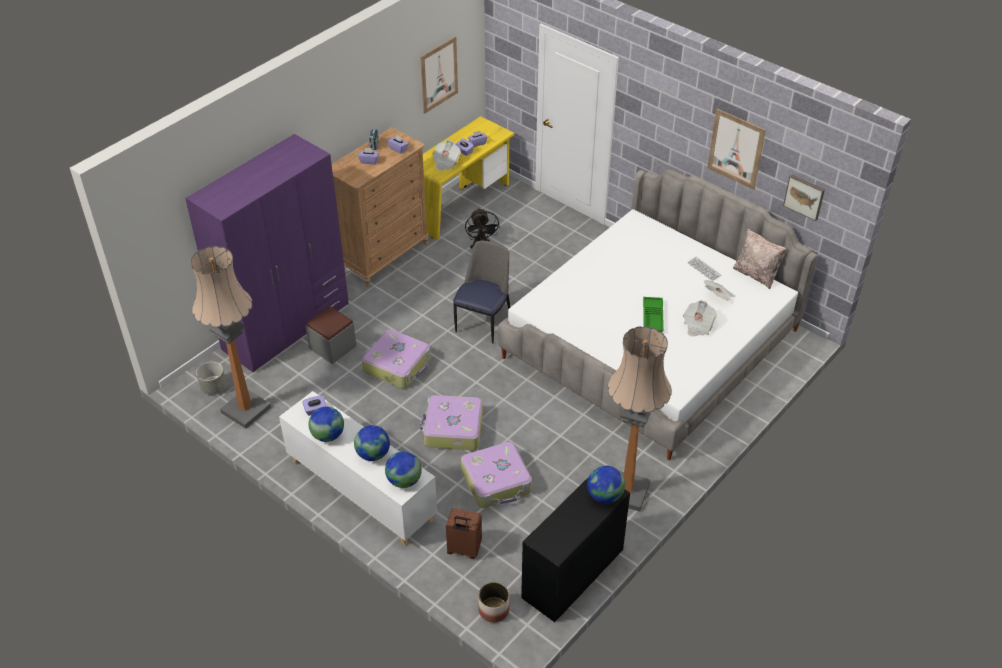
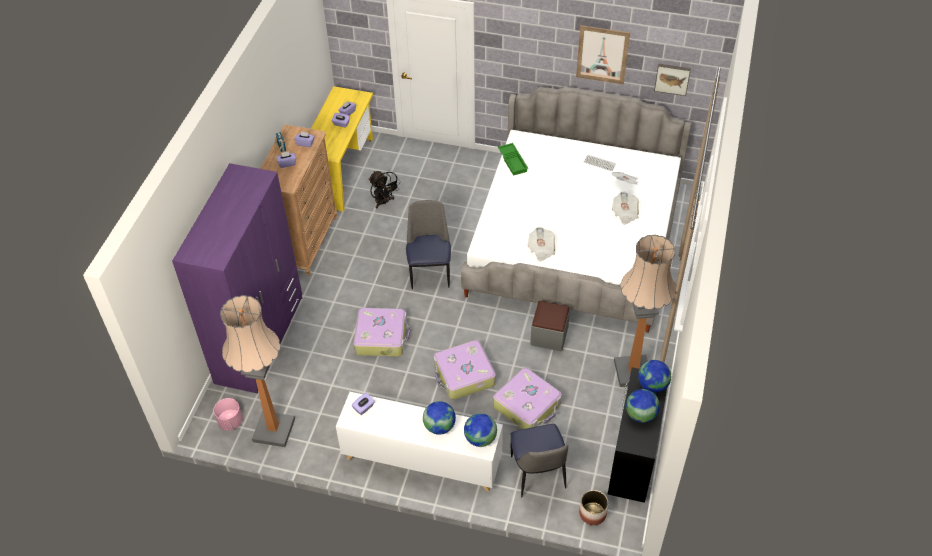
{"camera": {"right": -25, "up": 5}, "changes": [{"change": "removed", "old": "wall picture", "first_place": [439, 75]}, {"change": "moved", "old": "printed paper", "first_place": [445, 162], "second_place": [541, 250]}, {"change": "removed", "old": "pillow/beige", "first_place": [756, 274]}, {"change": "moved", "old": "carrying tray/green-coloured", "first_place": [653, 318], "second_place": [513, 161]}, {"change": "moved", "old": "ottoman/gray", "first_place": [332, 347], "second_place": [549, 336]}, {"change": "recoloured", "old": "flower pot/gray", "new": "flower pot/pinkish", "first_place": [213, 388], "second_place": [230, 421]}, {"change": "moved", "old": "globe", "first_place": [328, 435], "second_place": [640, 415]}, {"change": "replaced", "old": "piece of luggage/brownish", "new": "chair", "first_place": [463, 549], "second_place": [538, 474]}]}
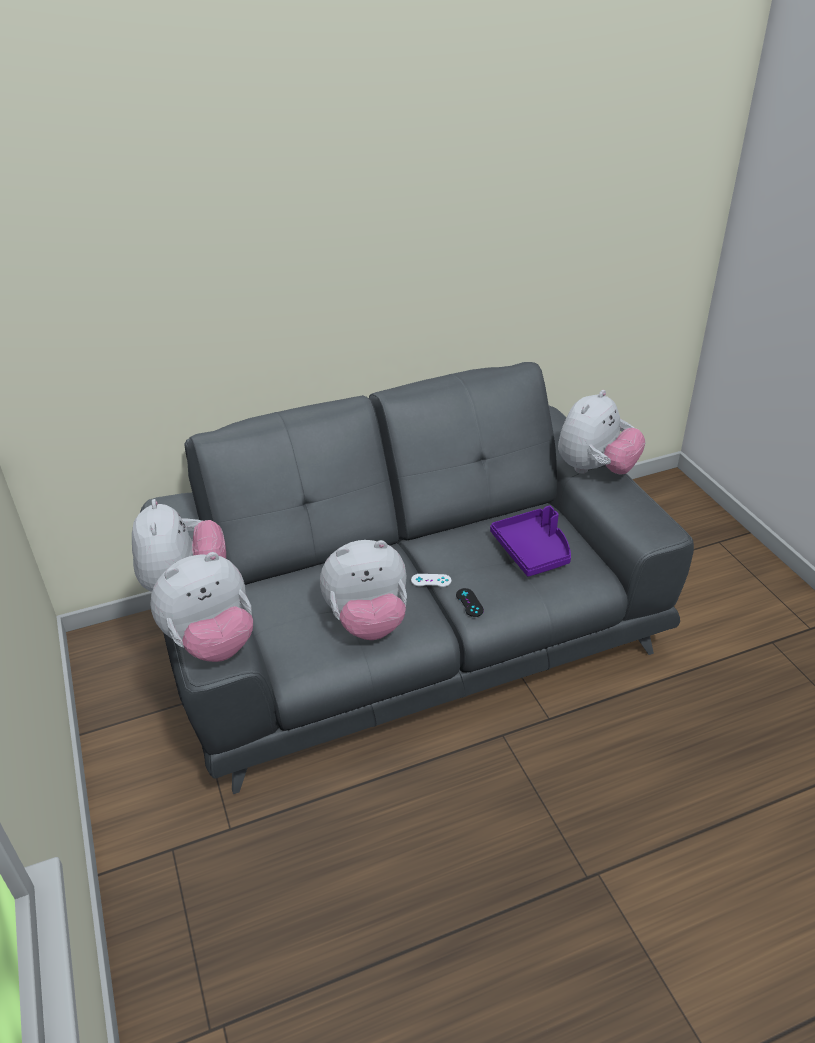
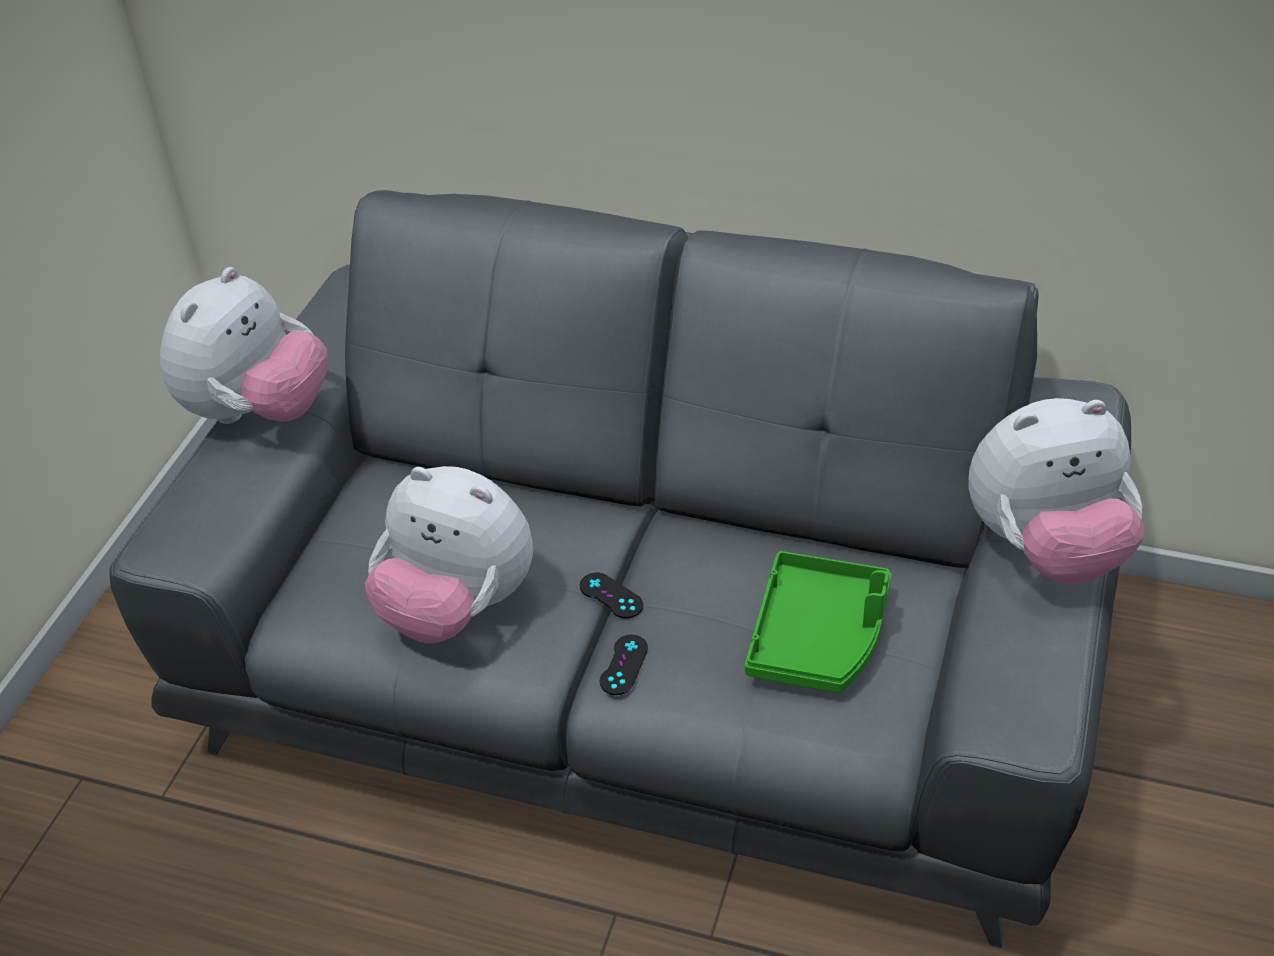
{"camera": {"right": 40, "up": 5}, "changes": [{"change": "recoloured", "old": "carrying tray/purple-coloured", "new": "carrying tray/green-coloured", "first_place": [533, 550], "second_place": [819, 637]}, {"change": "removed", "old": "cuddly toy", "first_place": [212, 643]}, {"change": "recoloured", "old": "gamepad/whitish", "new": "gamepad/black-coloured", "first_place": [431, 580], "second_place": [611, 596]}]}
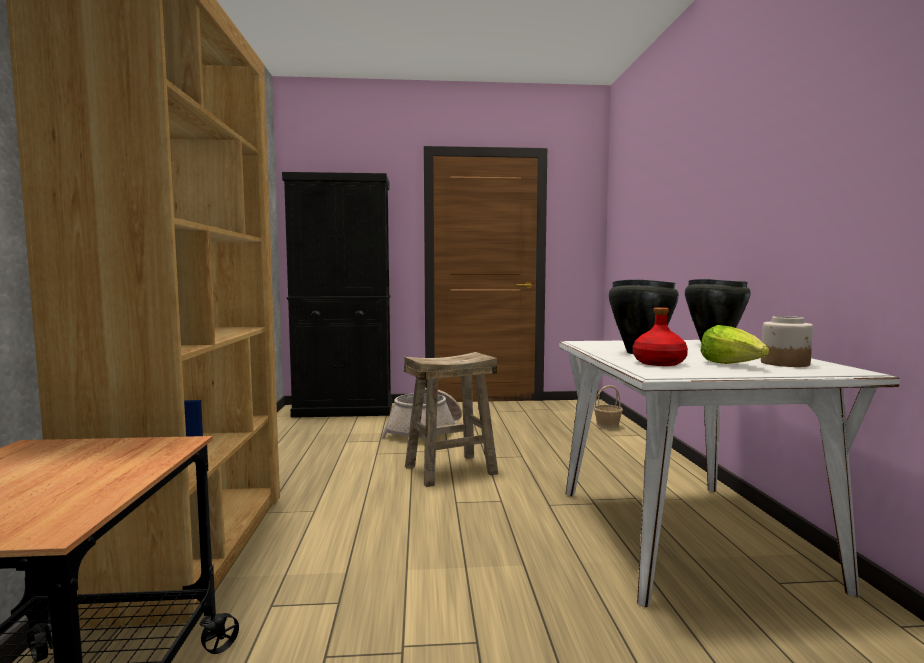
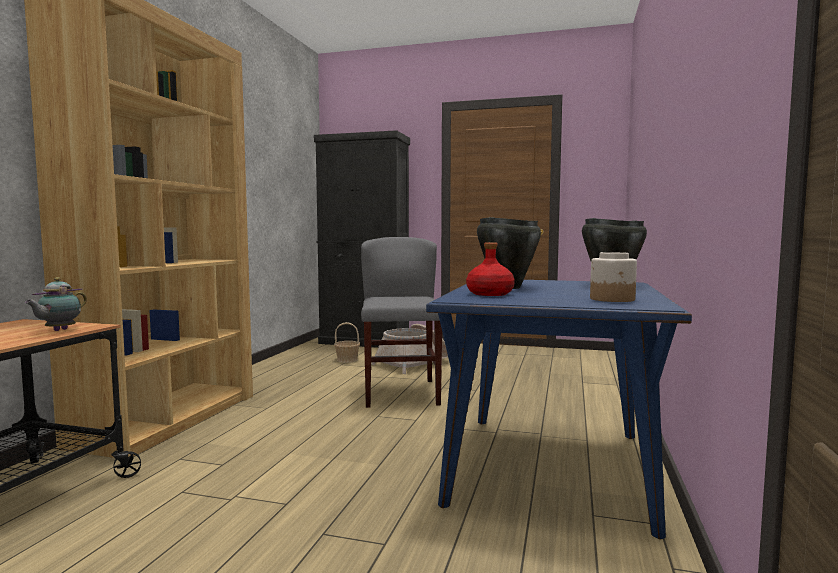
{"camera": {"right": 20, "up": 0}, "changes": [{"change": "removed", "old": "lettuce", "first_place": [732, 364]}, {"change": "recoloured", "old": "dining table/whitish", "new": "dining table/blue-coloured", "first_place": [685, 535], "second_place": [550, 467]}, {"change": "replaced", "old": "sitting stool/beige", "new": "chair/gray", "first_place": [450, 470], "second_place": [401, 393]}, {"change": "moved", "old": "storage basket", "first_place": [607, 426], "second_place": [347, 360]}, {"change": "added", "new": "pot for tea", "second_place": [58, 330]}]}
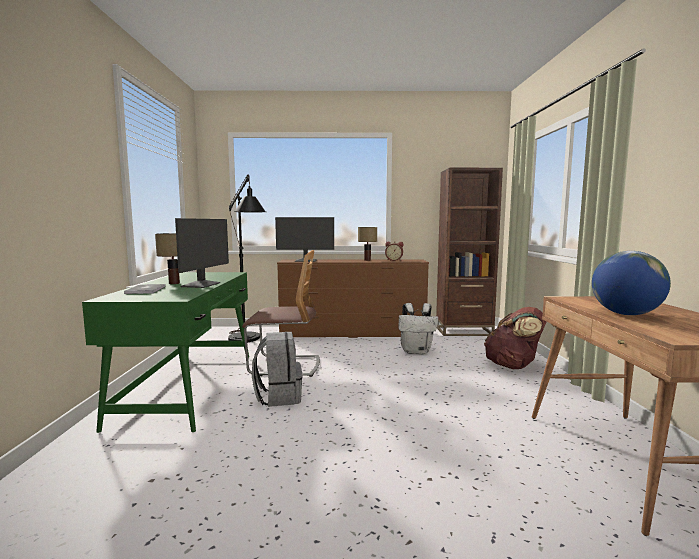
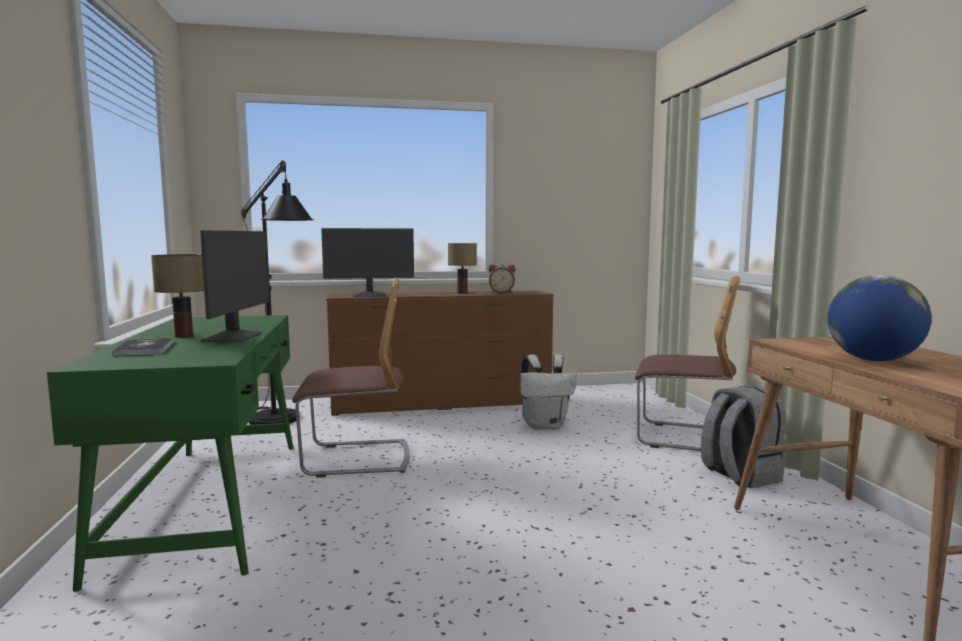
{"camera": {"right": -10, "up": 0}, "changes": [{"change": "removed", "old": "shelving unit/brownish", "first_place": [463, 331]}, {"change": "replaced", "old": "knapsack/brownish", "new": "chair", "first_place": [513, 366], "second_place": [684, 438]}, {"change": "moved", "old": "knapsack/gray", "first_place": [278, 396], "second_place": [739, 475]}]}
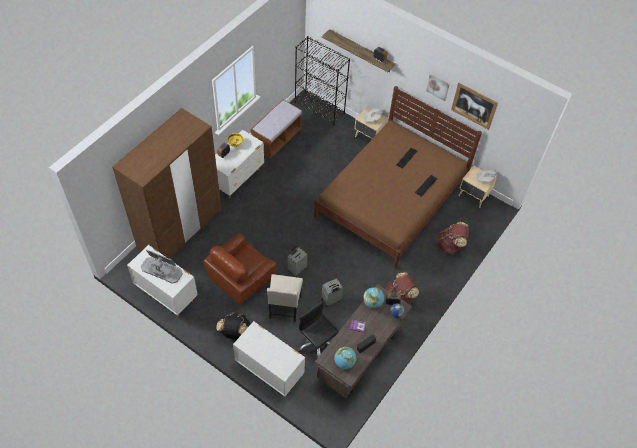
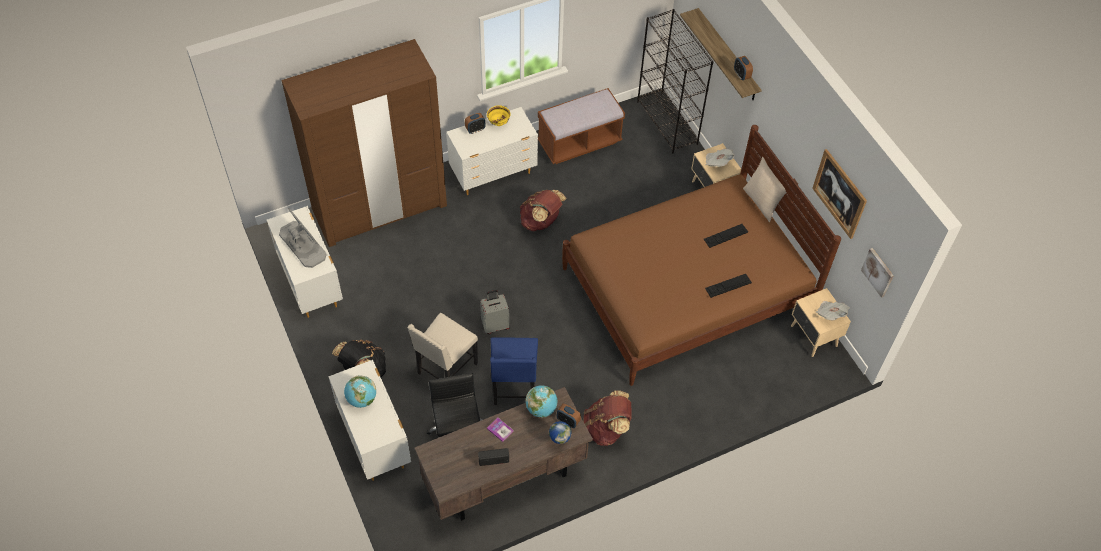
{"camera": {"right": 30, "up": 0}, "changes": [{"change": "moved", "old": "wall picture", "first_place": [438, 87], "second_place": [878, 272]}, {"change": "moved", "old": "knapsack/brownish", "first_place": [450, 245], "second_place": [541, 222]}, {"change": "removed", "old": "armchair/brownish", "first_place": [241, 279]}, {"change": "replaced", "old": "piece of luggage/gray", "new": "chair/blue-coloured", "first_place": [331, 300], "second_place": [514, 387]}, {"change": "moved", "old": "globe", "first_place": [344, 362], "second_place": [362, 399]}, {"change": "added", "new": "pillow/beige", "second_place": [762, 202]}]}
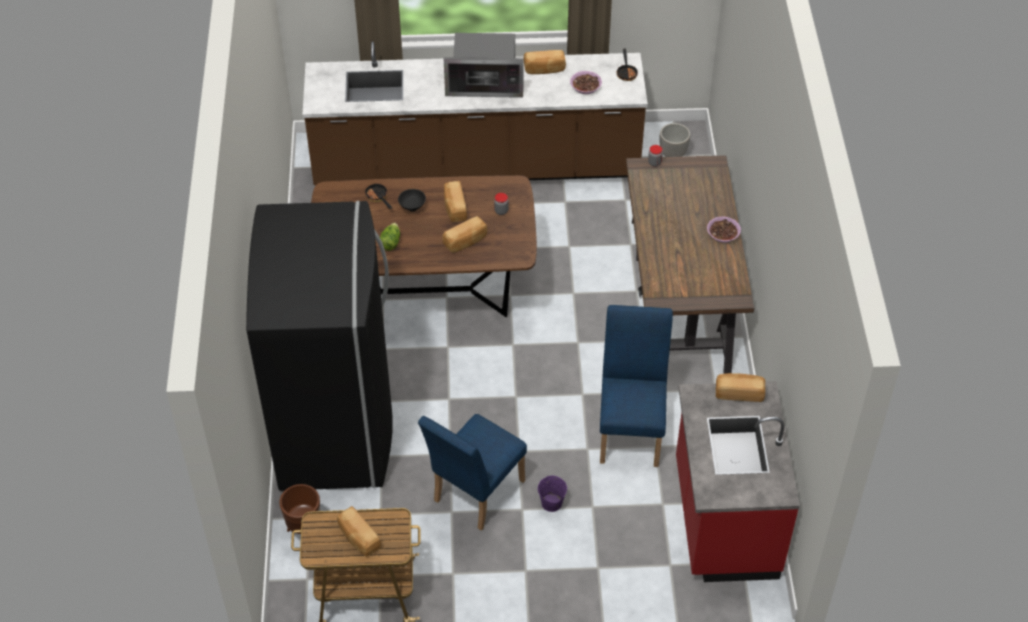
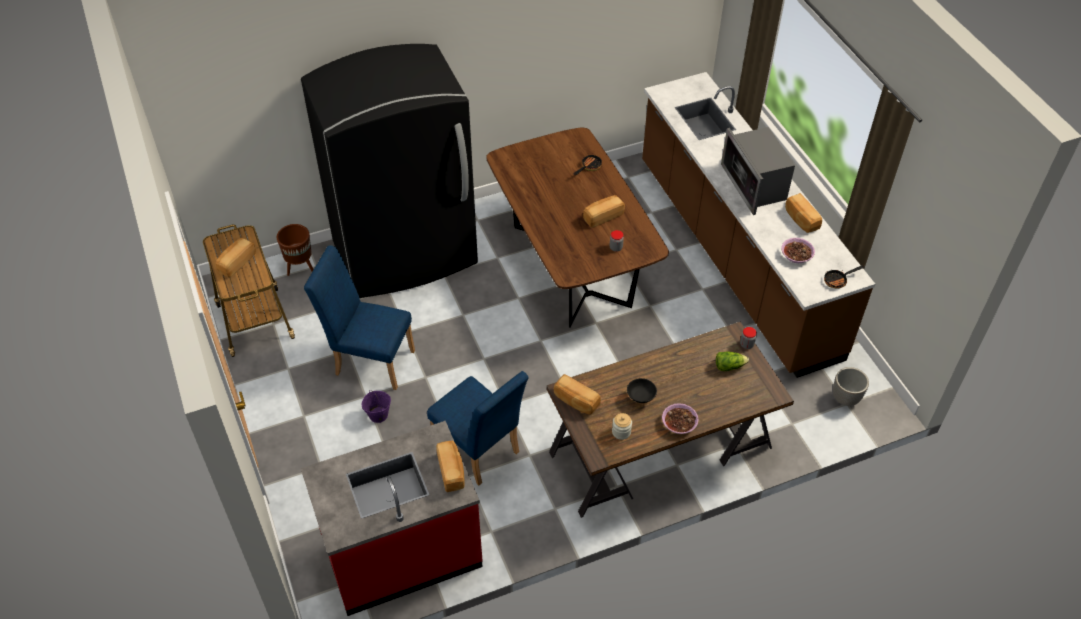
{"camera": {"right": 70, "up": 0}, "changes": [{"change": "moved", "old": "deep dish/black-coloured", "first_place": [412, 208], "second_place": [640, 397]}, {"change": "moved", "old": "bakery bread", "first_place": [465, 241], "second_place": [576, 401]}, {"change": "moved", "old": "lettuce", "first_place": [390, 242], "second_place": [729, 366]}, {"change": "turned", "old": "chair/blue-coloured", "first_place": [631, 429], "second_place": [480, 452], "degrees": 60}, {"change": "added", "new": "preserve jar", "second_place": [621, 432]}]}
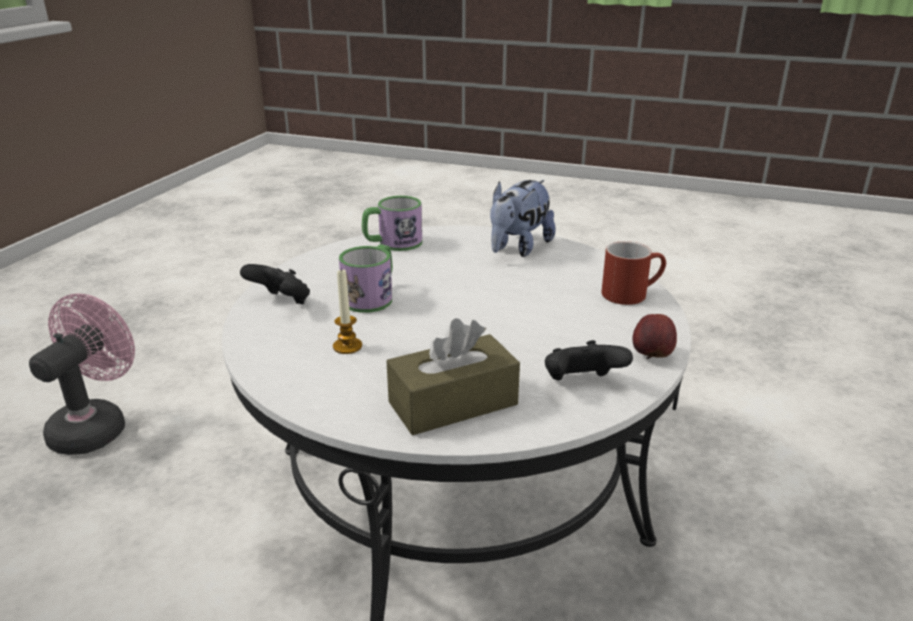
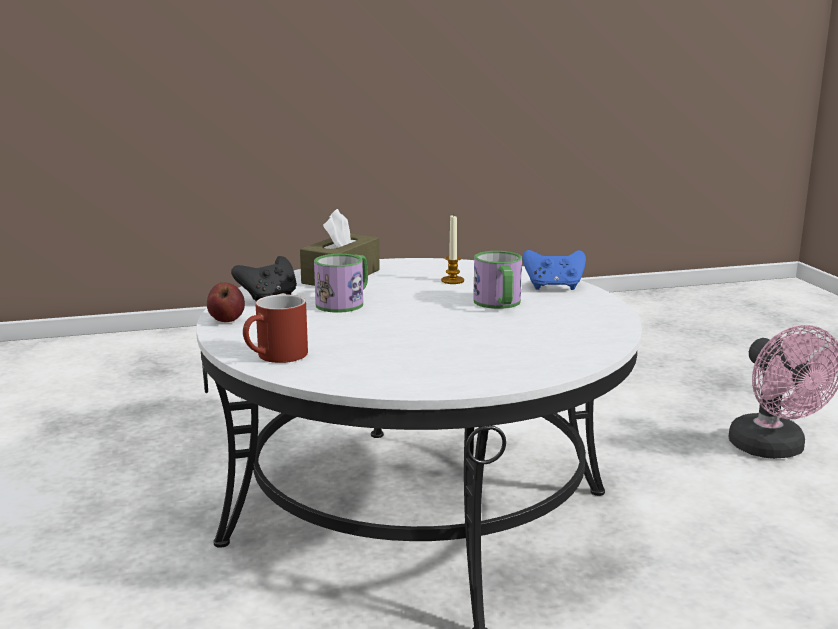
{"camera": {"right": 145, "up": -10}, "changes": [{"change": "removed", "old": "cuddly toy", "first_place": [518, 248]}, {"change": "moved", "old": "coffee mug", "first_place": [392, 243], "second_place": [345, 302]}, {"change": "recoloured", "old": "gamepad/black-coloured", "new": "gamepad/blue-coloured", "first_place": [281, 302], "second_place": [553, 287]}]}
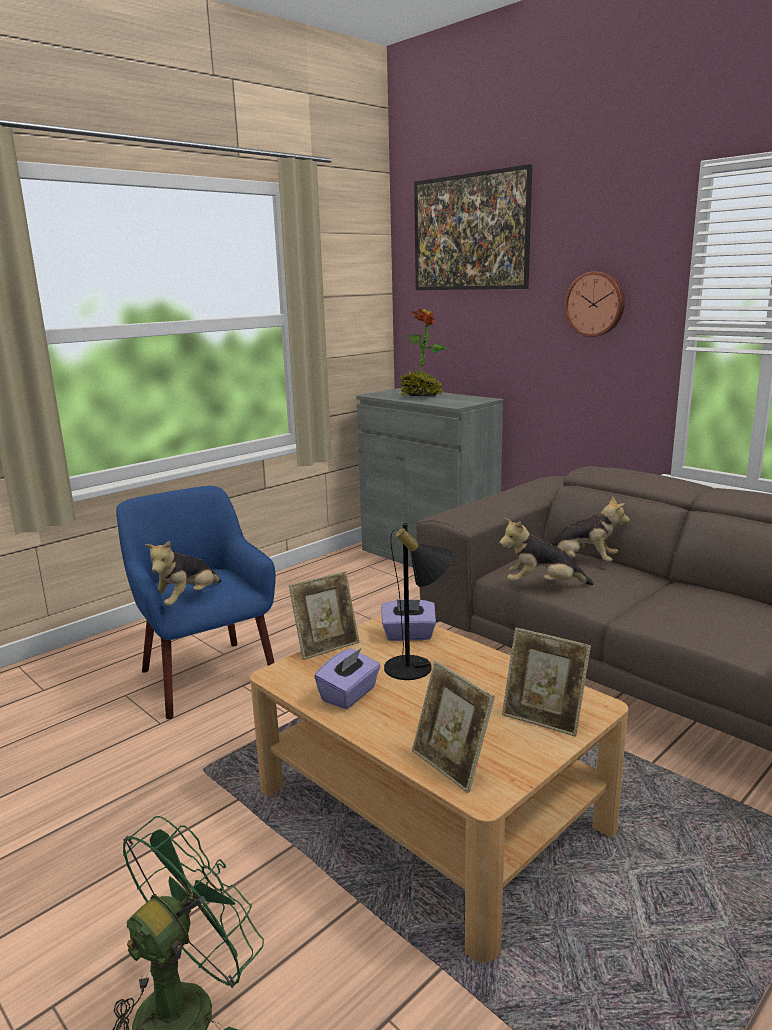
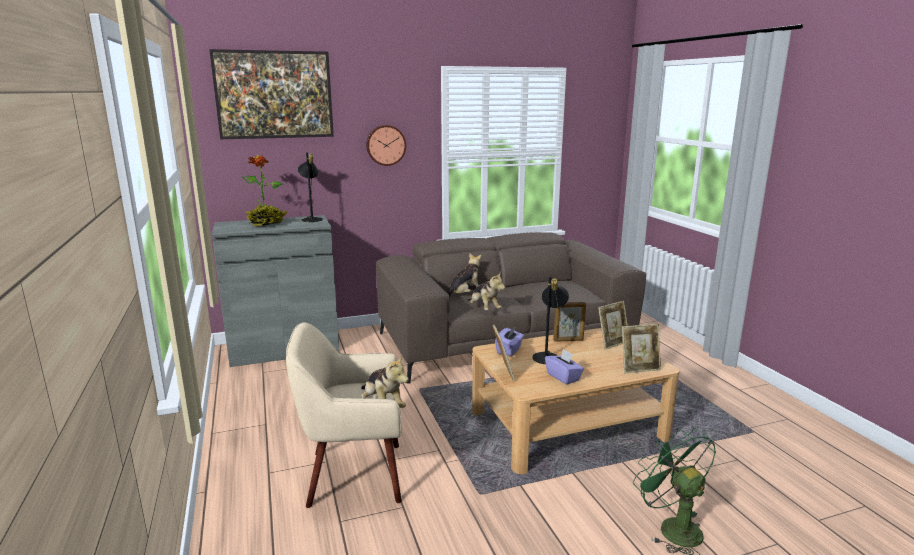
{"camera": {"right": -65, "up": 0}, "changes": [{"change": "recoloured", "old": "armchair/blue-coloured", "new": "armchair/beige", "first_place": [206, 676], "second_place": [354, 475]}, {"change": "turned", "old": "cuddly toy", "first_place": [542, 585], "second_place": [484, 309], "degrees": -60}, {"change": "added", "new": "lamp for a table/black-coloured", "second_place": [312, 219]}, {"change": "added", "new": "photo frame", "second_place": [568, 340]}]}
